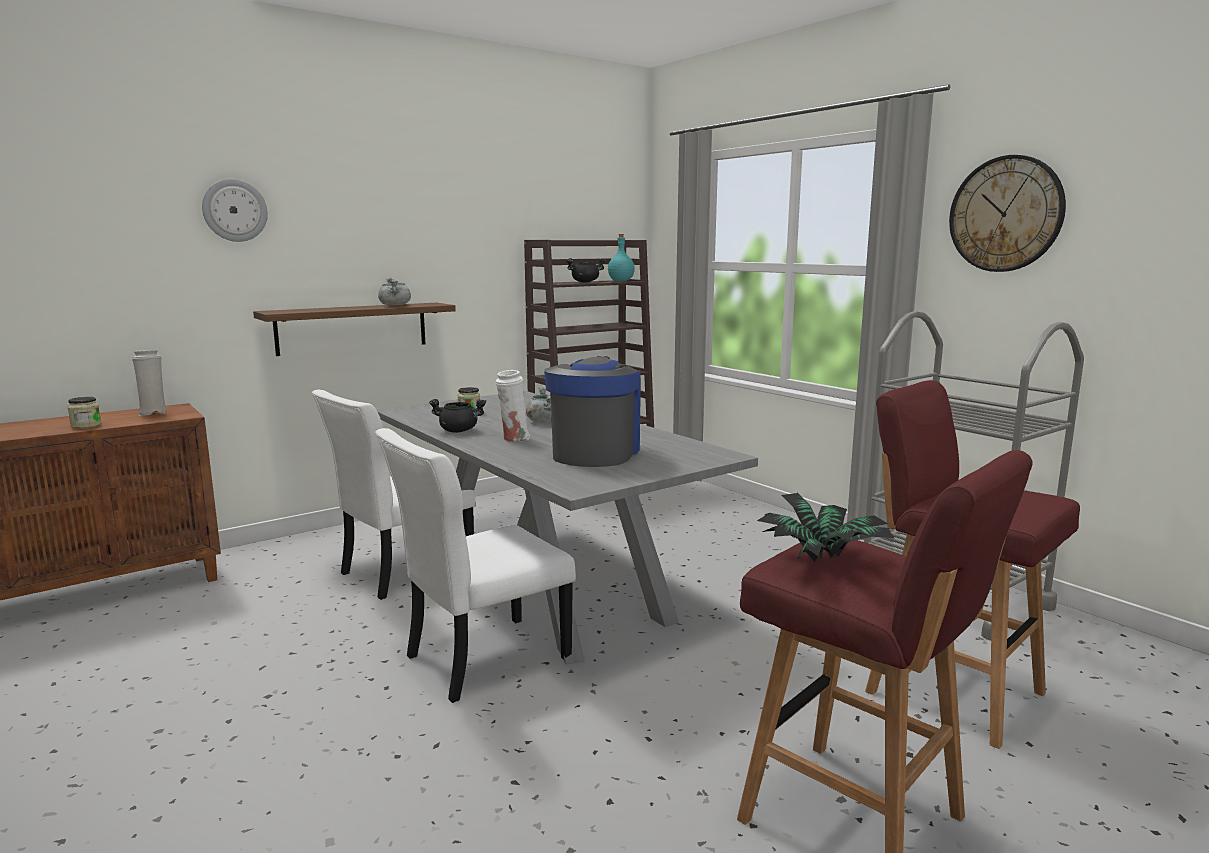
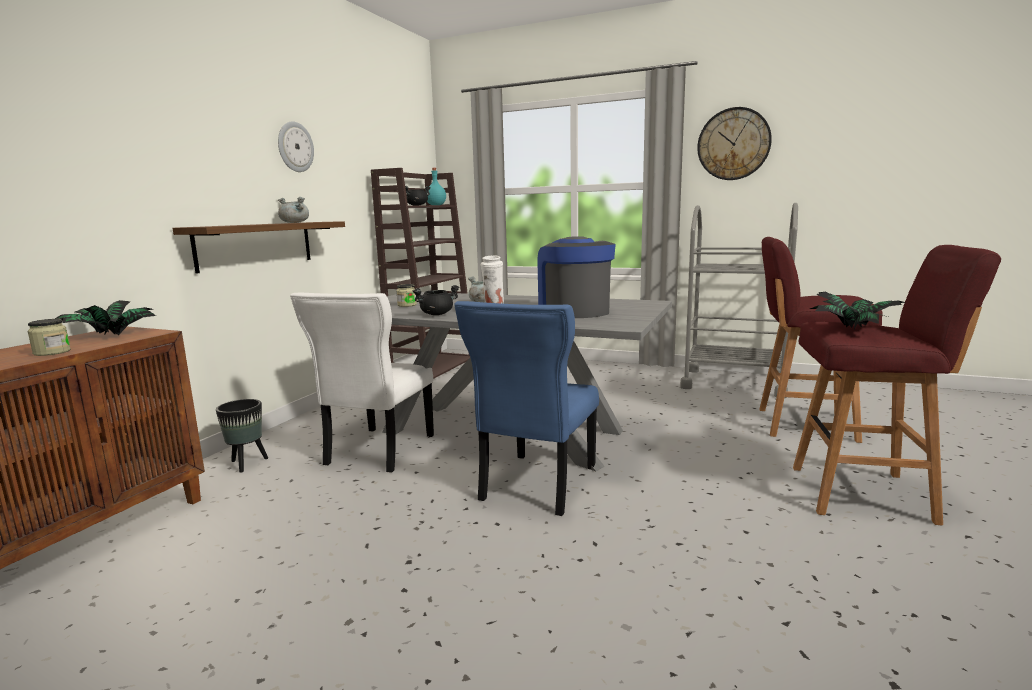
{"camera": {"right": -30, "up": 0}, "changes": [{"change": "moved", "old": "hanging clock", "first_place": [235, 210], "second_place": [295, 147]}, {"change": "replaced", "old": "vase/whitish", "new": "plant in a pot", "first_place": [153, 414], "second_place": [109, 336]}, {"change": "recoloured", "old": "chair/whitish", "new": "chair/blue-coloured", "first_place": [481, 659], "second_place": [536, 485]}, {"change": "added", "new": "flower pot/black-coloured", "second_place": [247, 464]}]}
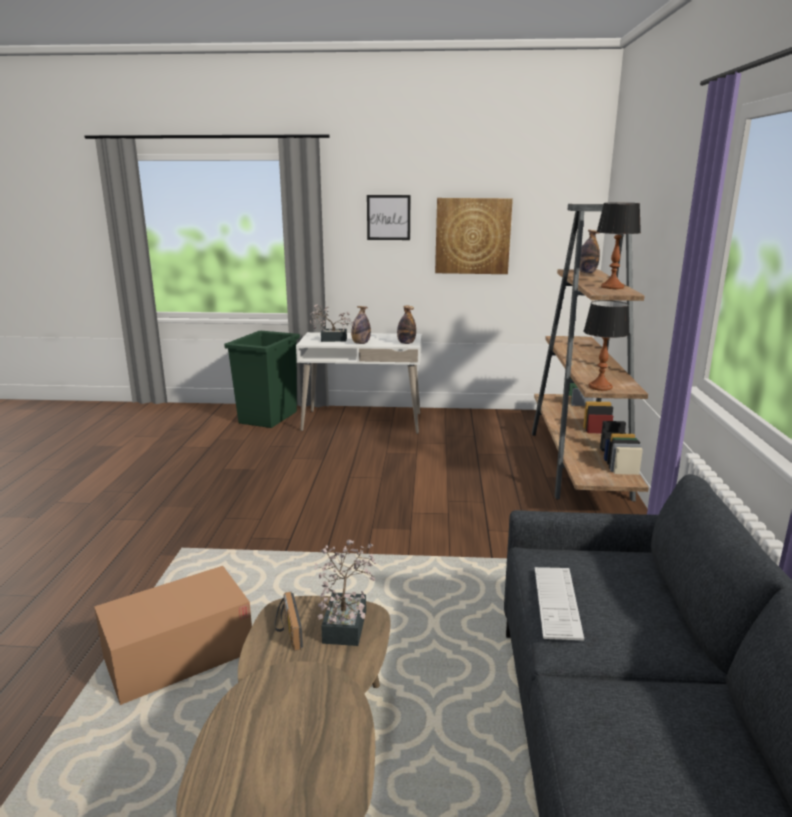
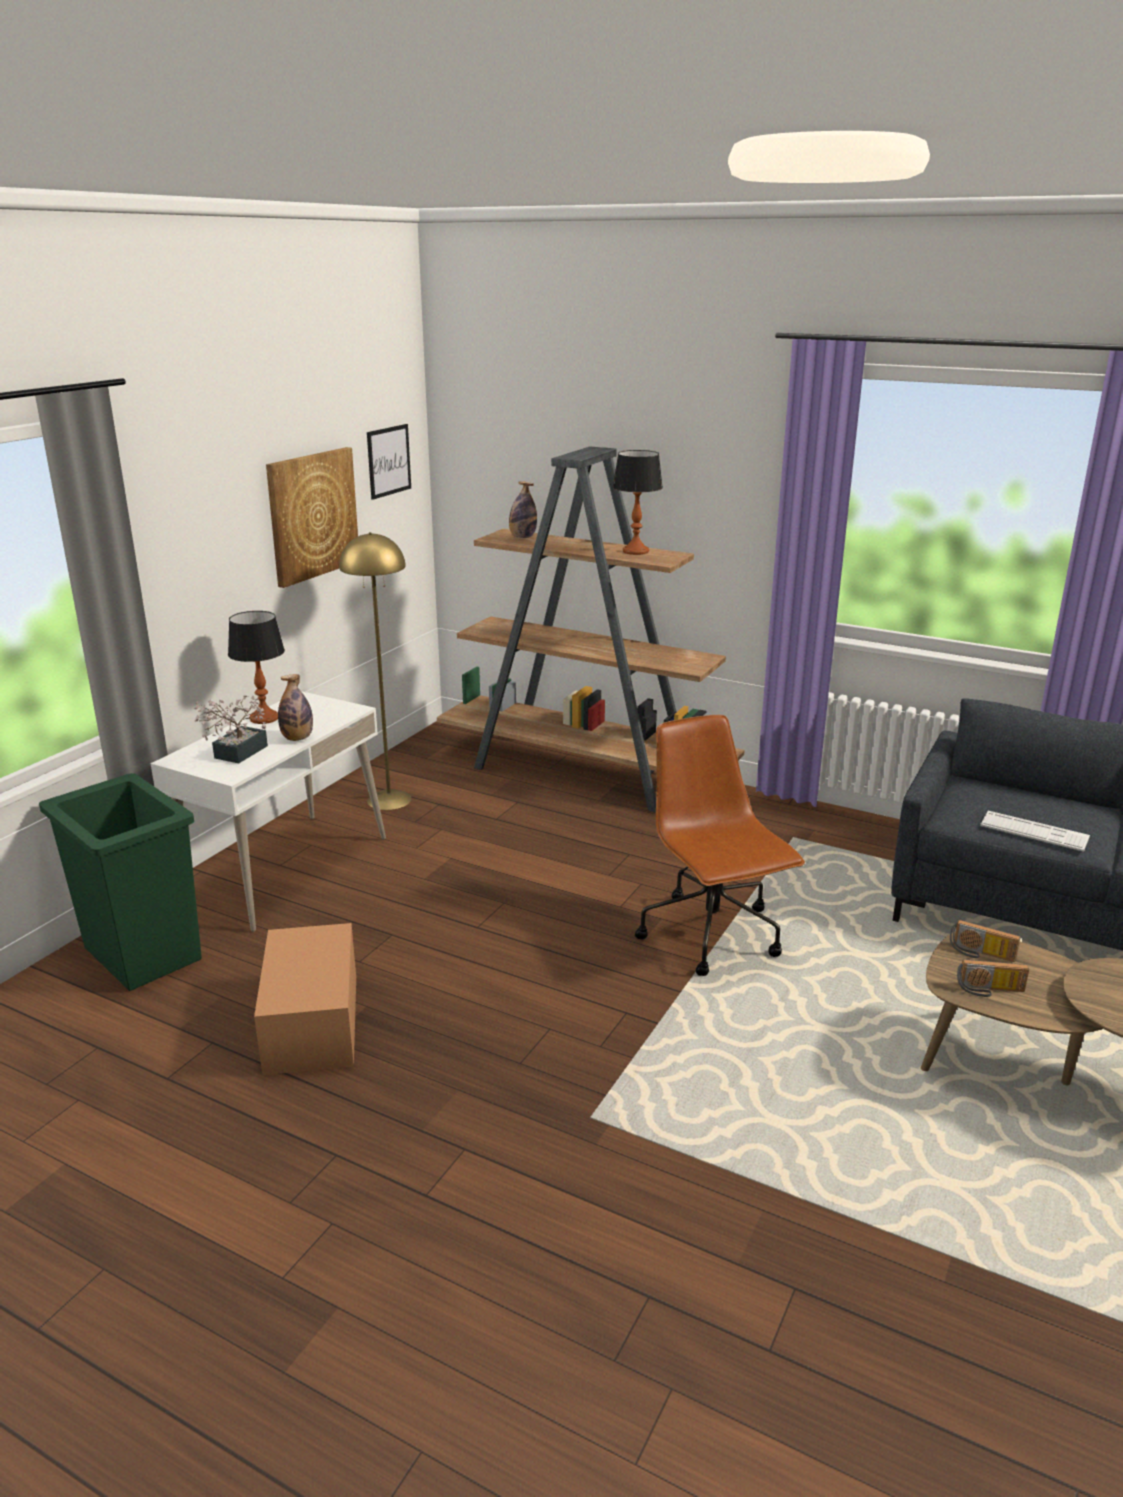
{"camera": {"right": -65, "up": 5}, "changes": [{"change": "moved", "old": "wall picture", "first_place": [388, 217], "second_place": [388, 461]}, {"change": "moved", "old": "lamp for a table", "first_place": [600, 387], "second_place": [264, 718]}, {"change": "removed", "old": "drink bottle", "first_place": [406, 343]}, {"change": "replaced", "old": "plant in a pot", "new": "radio receiver", "first_place": [347, 621], "second_place": [980, 954]}, {"change": "moved", "old": "cardboard box", "first_place": [179, 655], "second_place": [312, 1022]}, {"change": "added", "new": "floor lamp/yellowish", "second_place": [389, 799]}, {"change": "added", "new": "desk chair/brownish", "second_place": [712, 935]}]}
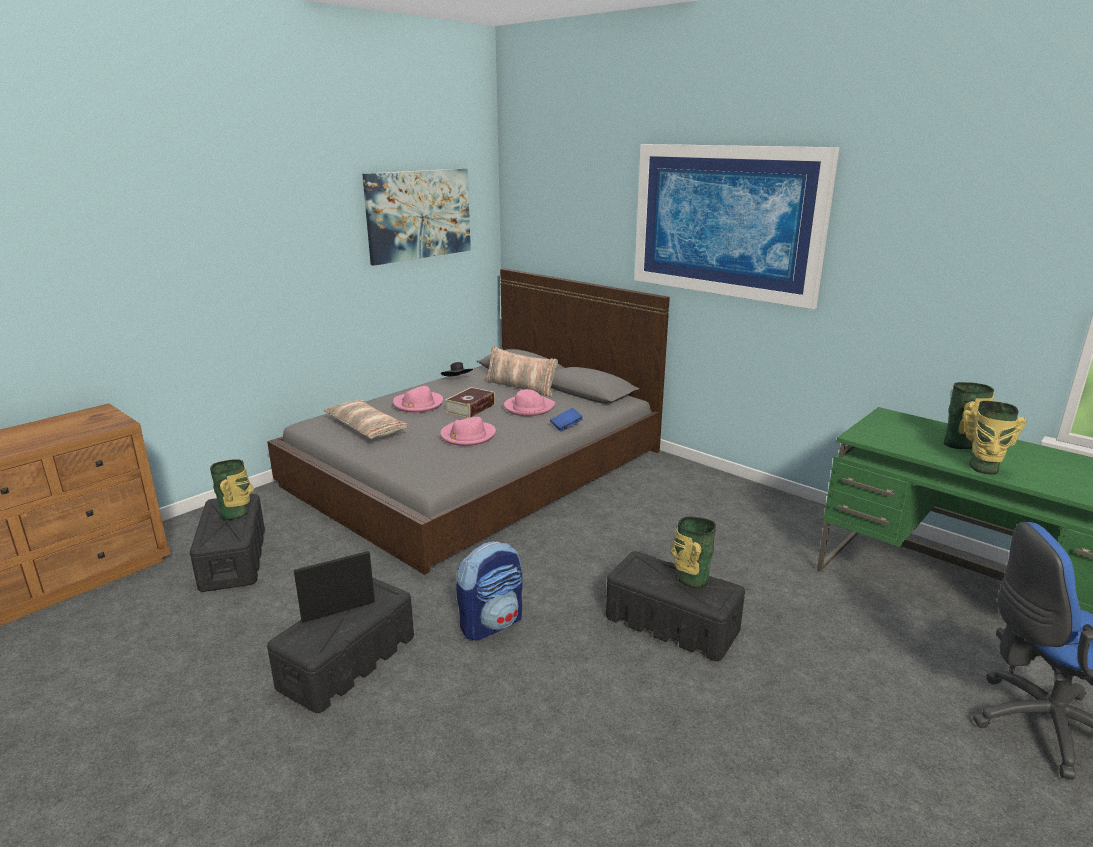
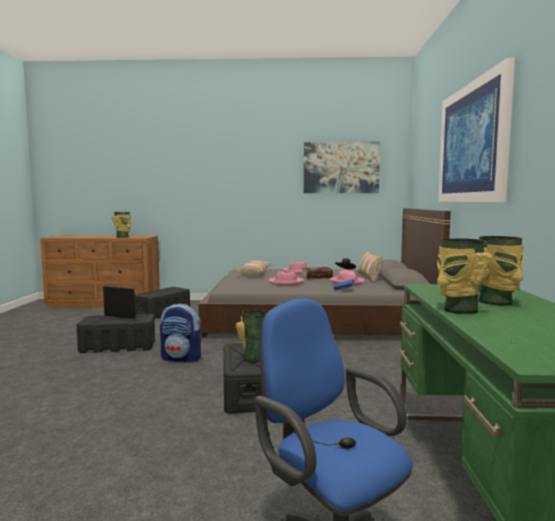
{"camera": {"right": 50, "up": -15}, "changes": [{"change": "moved", "old": "vase", "first_place": [236, 514], "second_place": [123, 237]}]}
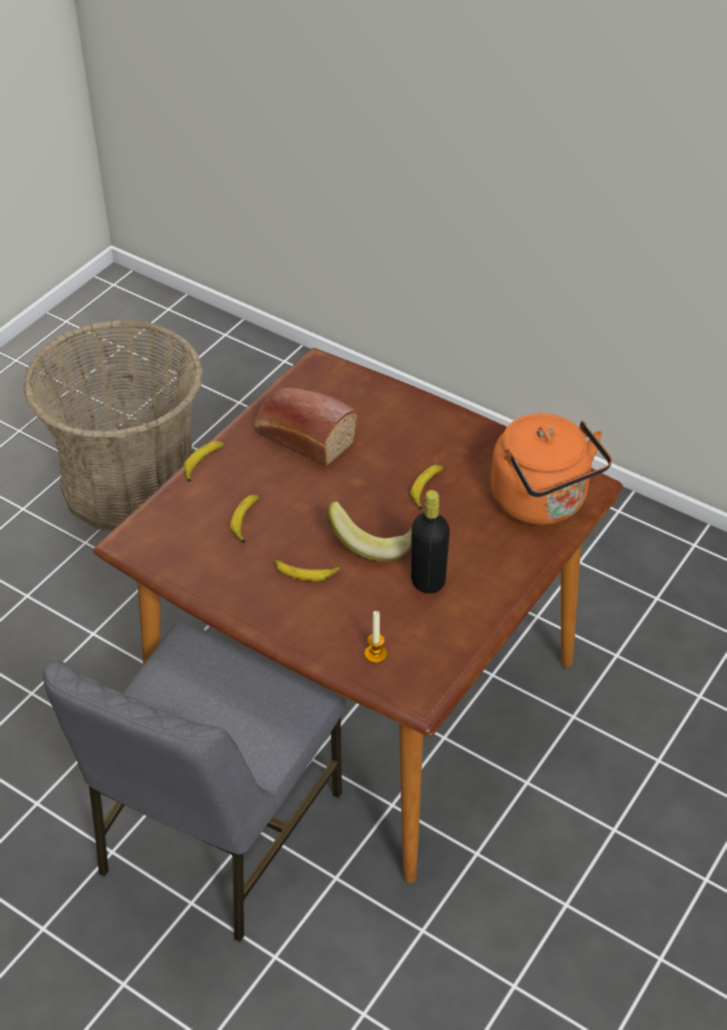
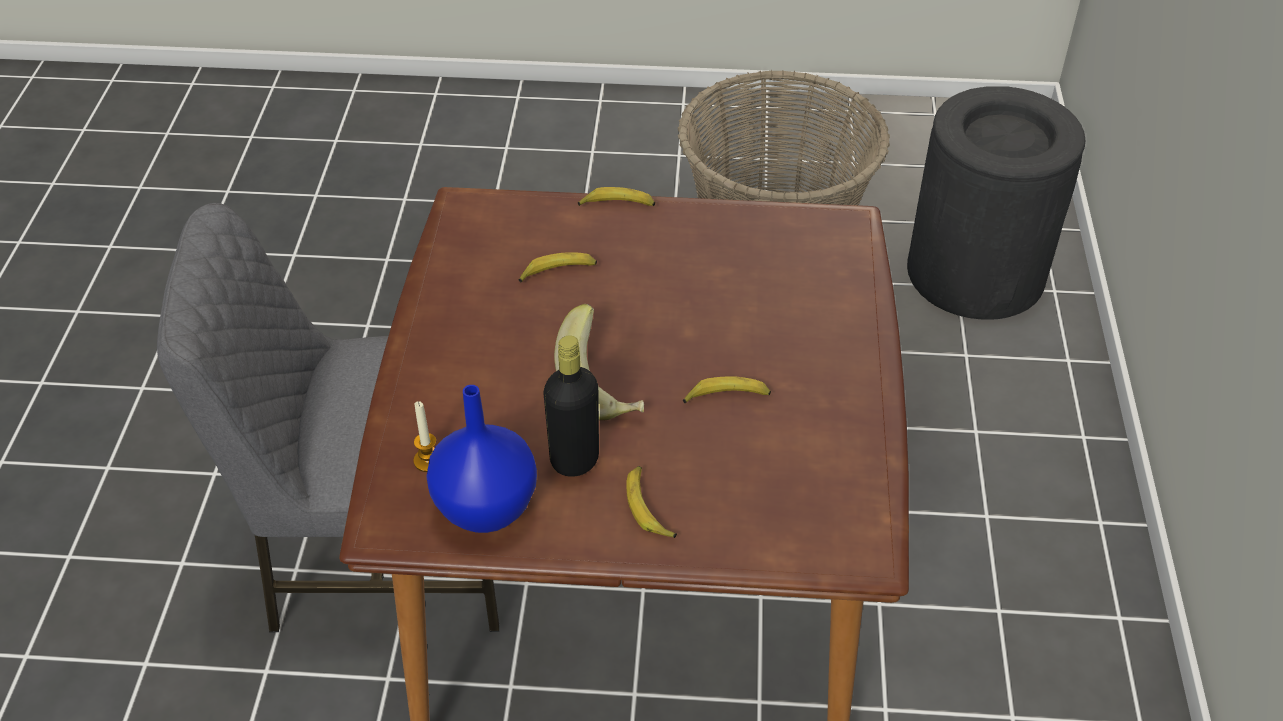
{"camera": {"right": 60, "up": 0}, "changes": [{"change": "removed", "old": "bakery bread", "first_place": [302, 437]}, {"change": "removed", "old": "water kettle/orangey", "first_place": [543, 503]}, {"change": "moved", "old": "whole banana", "first_place": [306, 572], "second_place": [648, 507]}, {"change": "added", "new": "rubbish bin/black-coloured", "second_place": [976, 272]}, {"change": "added", "new": "vase/blue-coloured", "second_place": [485, 506]}]}
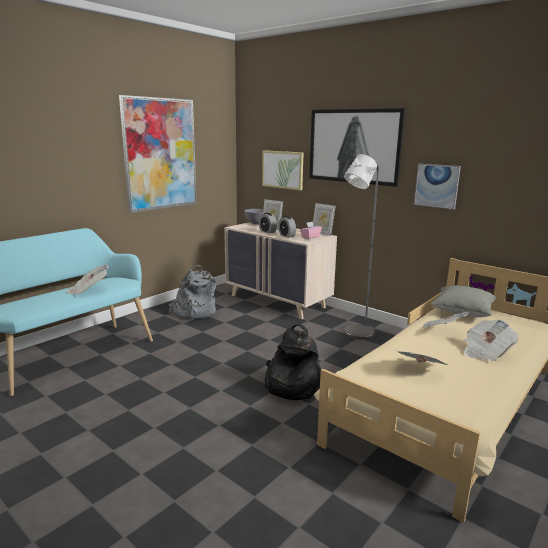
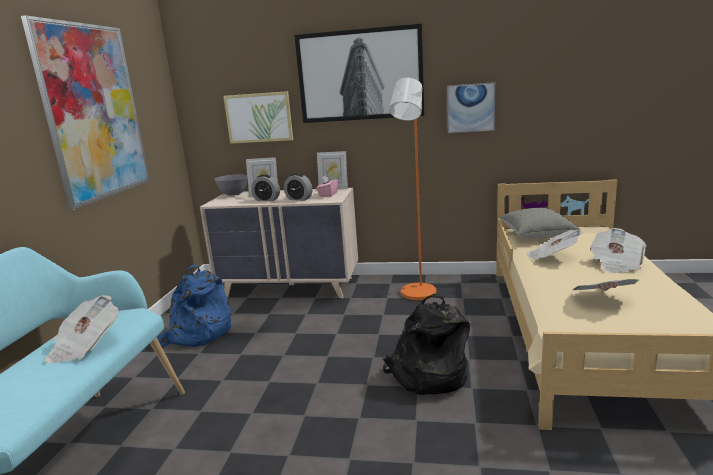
{"camera": {"right": -30, "up": 0}, "changes": [{"change": "recoloured", "old": "floor lamp/gray", "new": "floor lamp/orangey", "first_place": [354, 334], "second_place": [416, 295]}, {"change": "recoloured", "old": "knapsack/gray", "new": "knapsack/blue-coloured", "first_place": [194, 312], "second_place": [198, 334]}]}
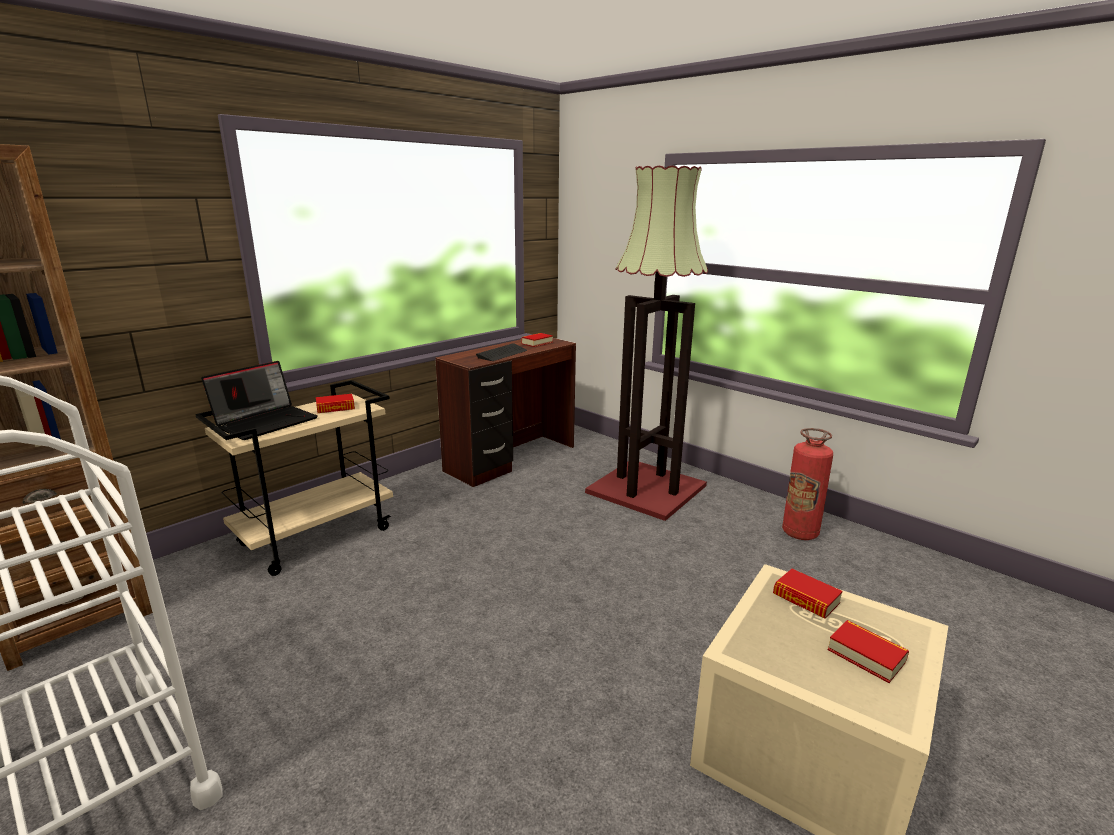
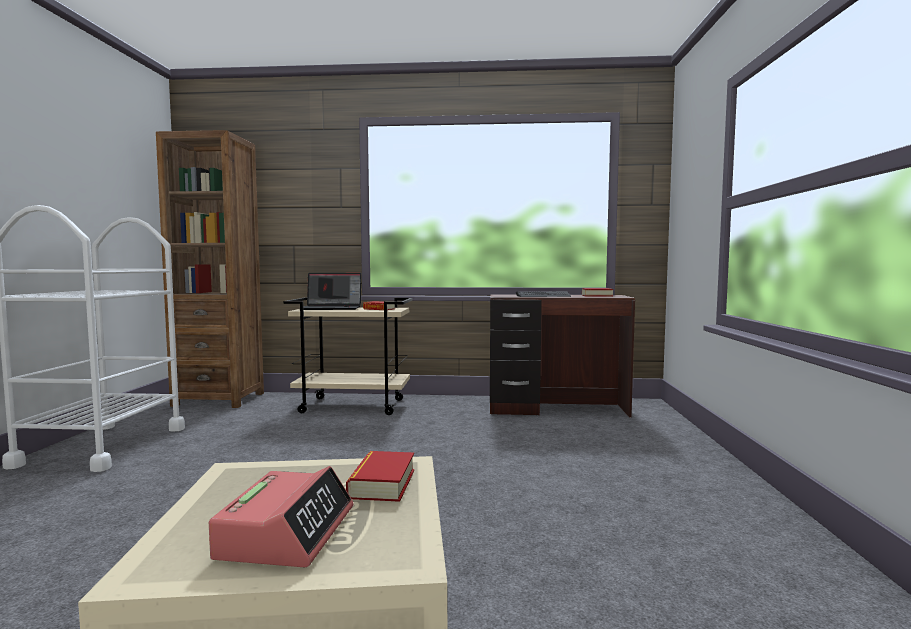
{"camera": {"right": 50, "up": -15}, "changes": [{"change": "removed", "old": "floor lamp", "first_place": [647, 490]}, {"change": "removed", "old": "extinguisher", "first_place": [800, 533]}, {"change": "replaced", "old": "book", "new": "bedside clock", "first_place": [866, 656], "second_place": [287, 532]}]}
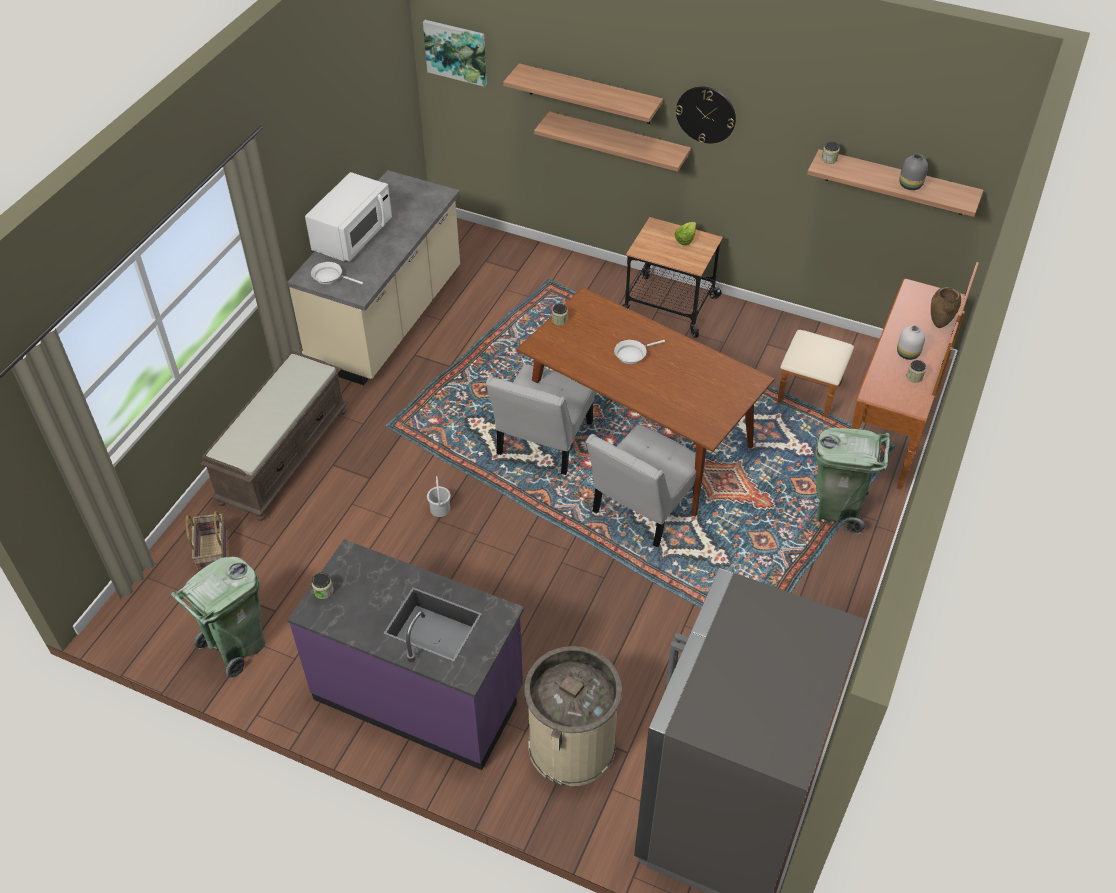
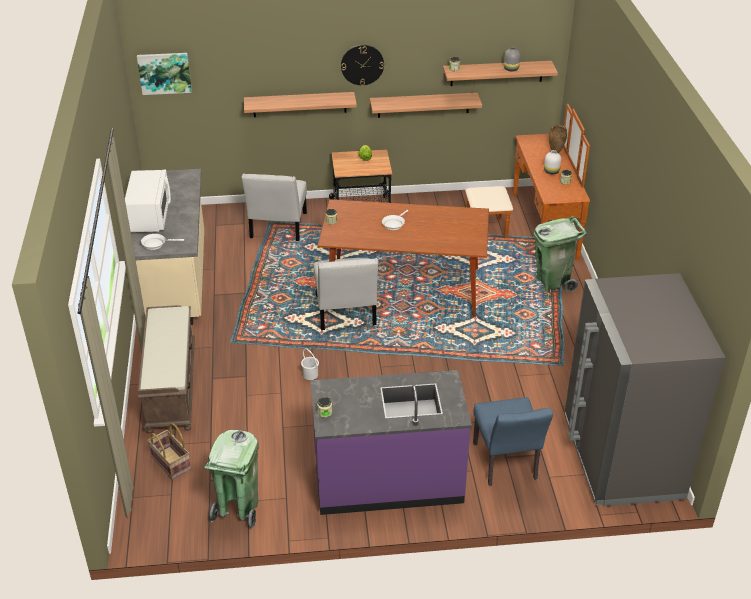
{"camera": {"right": -30, "up": -10}, "changes": [{"change": "moved", "old": "wall shelf", "first_place": [589, 94], "second_place": [423, 105]}, {"change": "moved", "old": "chair/whitish", "first_place": [642, 508], "second_place": [277, 227]}, {"change": "replaced", "old": "rubbish bin/beige", "new": "chair/blue-coloured", "first_place": [571, 745], "second_place": [506, 465]}]}
